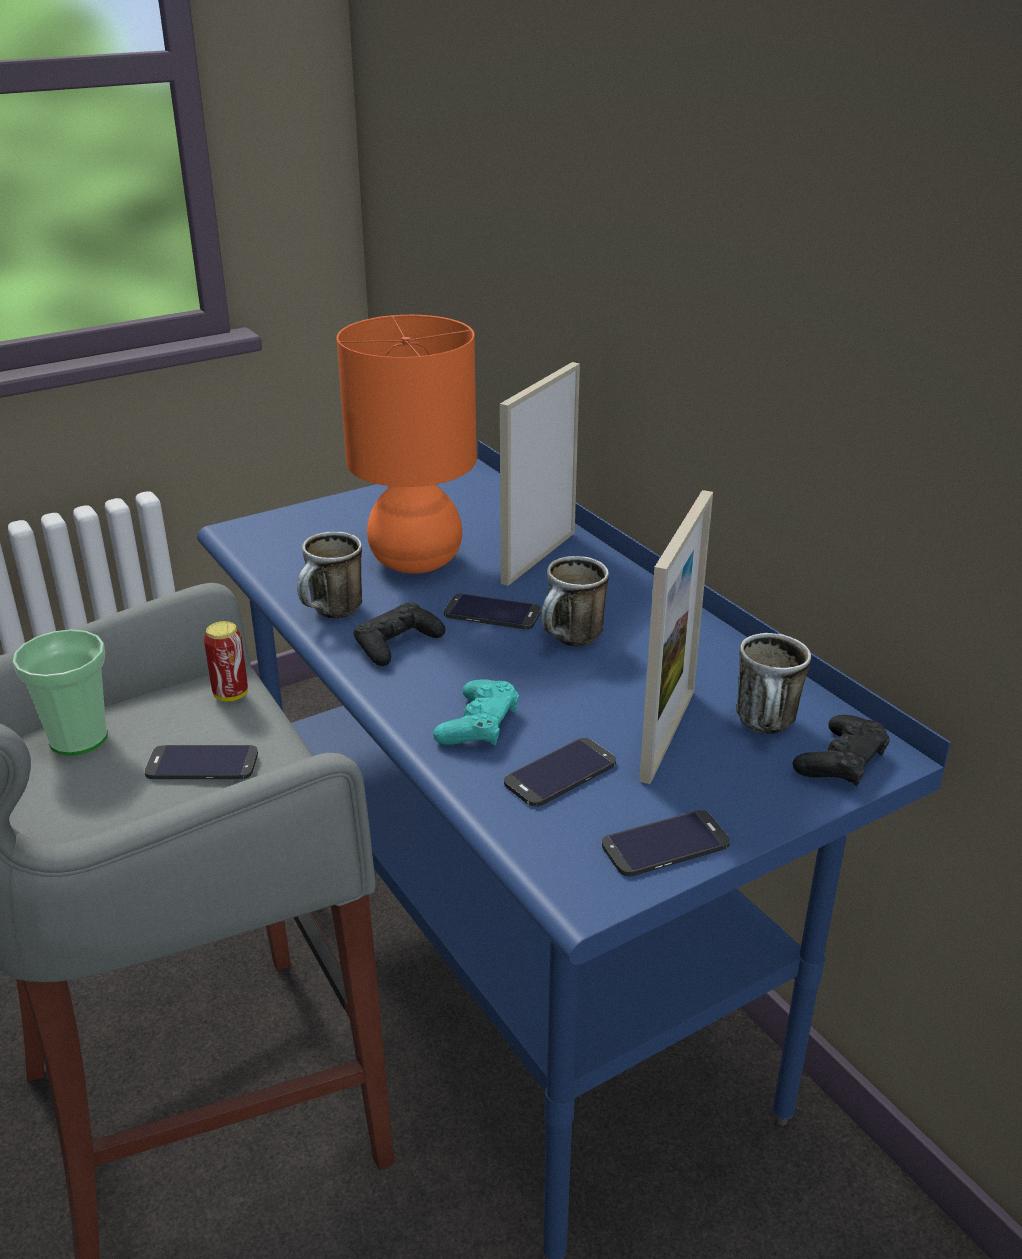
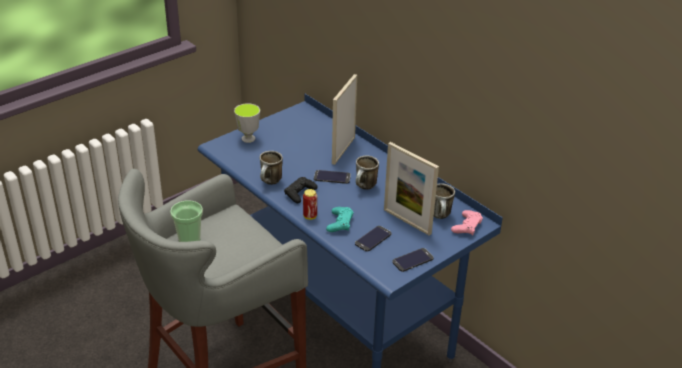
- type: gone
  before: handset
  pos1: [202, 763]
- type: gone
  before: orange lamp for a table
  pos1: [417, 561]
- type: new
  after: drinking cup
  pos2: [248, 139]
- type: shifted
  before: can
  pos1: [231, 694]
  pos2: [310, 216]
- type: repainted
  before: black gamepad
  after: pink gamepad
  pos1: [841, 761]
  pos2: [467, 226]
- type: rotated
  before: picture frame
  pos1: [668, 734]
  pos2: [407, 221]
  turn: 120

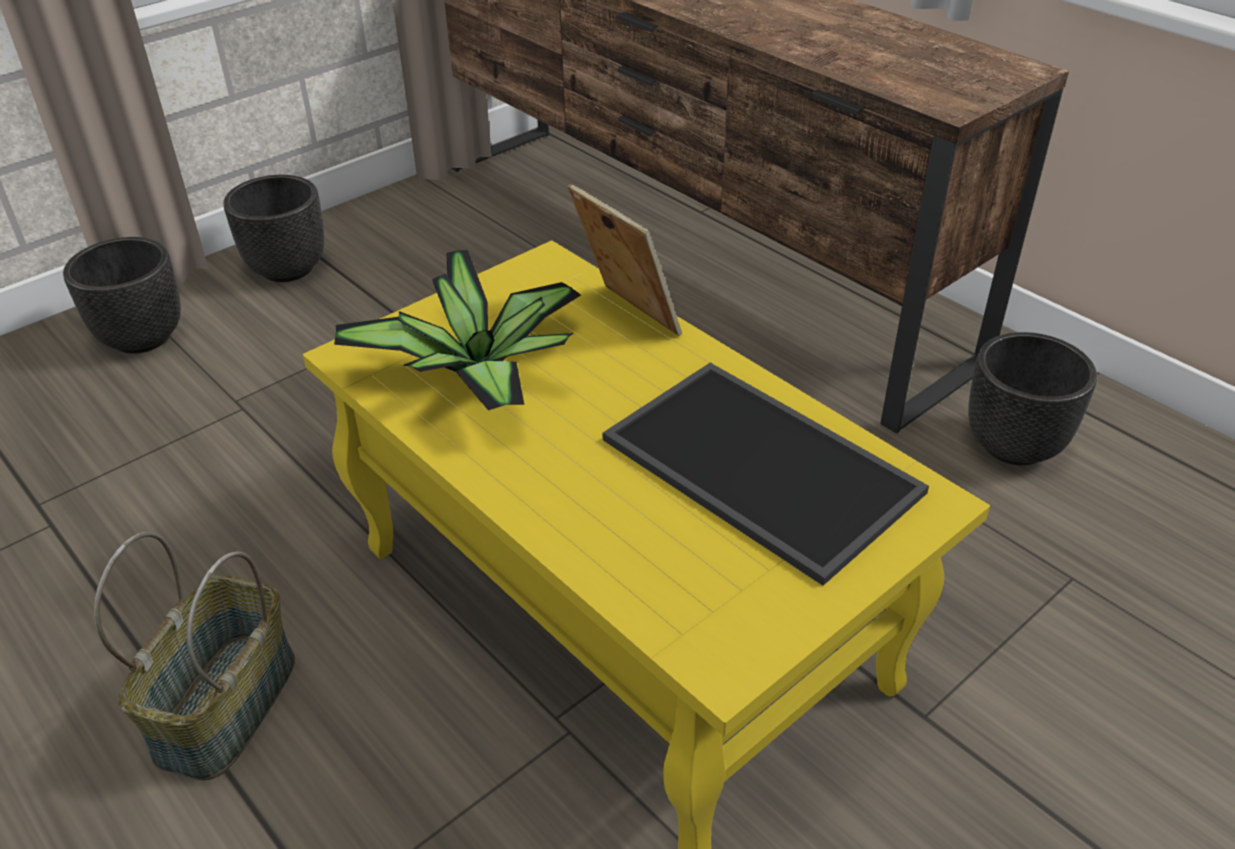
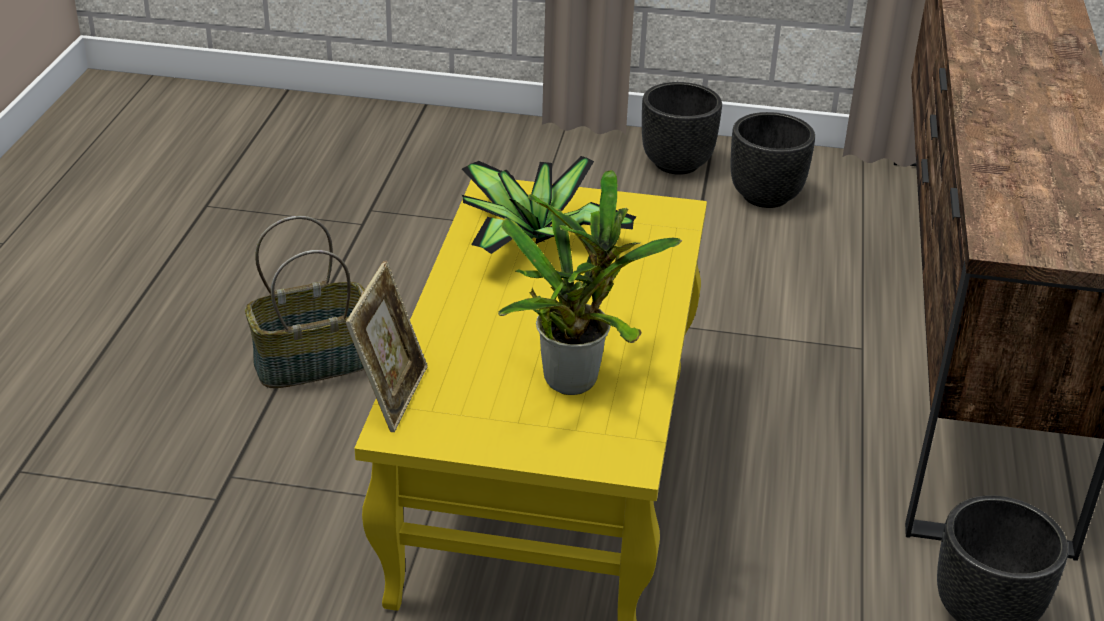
- type: shifted
  before: black plant pot
  pos1: [142, 338]
  pos2: [765, 197]
- type: shifted
  before: picture frame
  pos1: [625, 317]
  pos2: [391, 395]
- type: swapped
  before: carrying tray
  after: plant in a pot
  pos1: [754, 467]
  pos2: [575, 377]

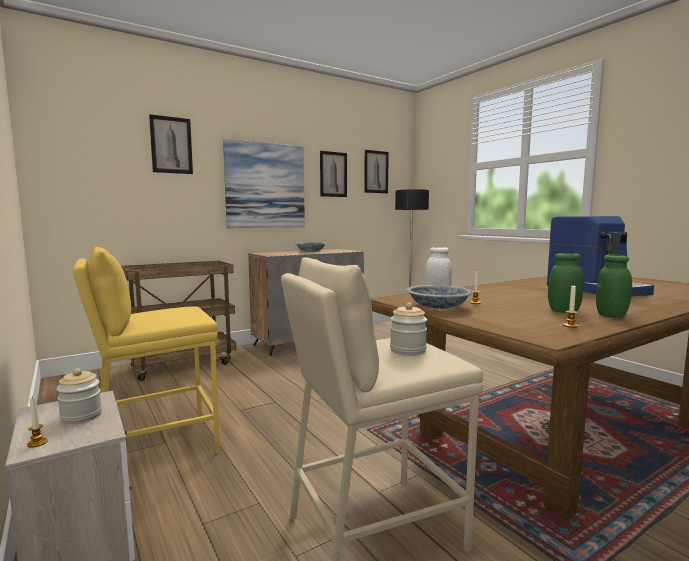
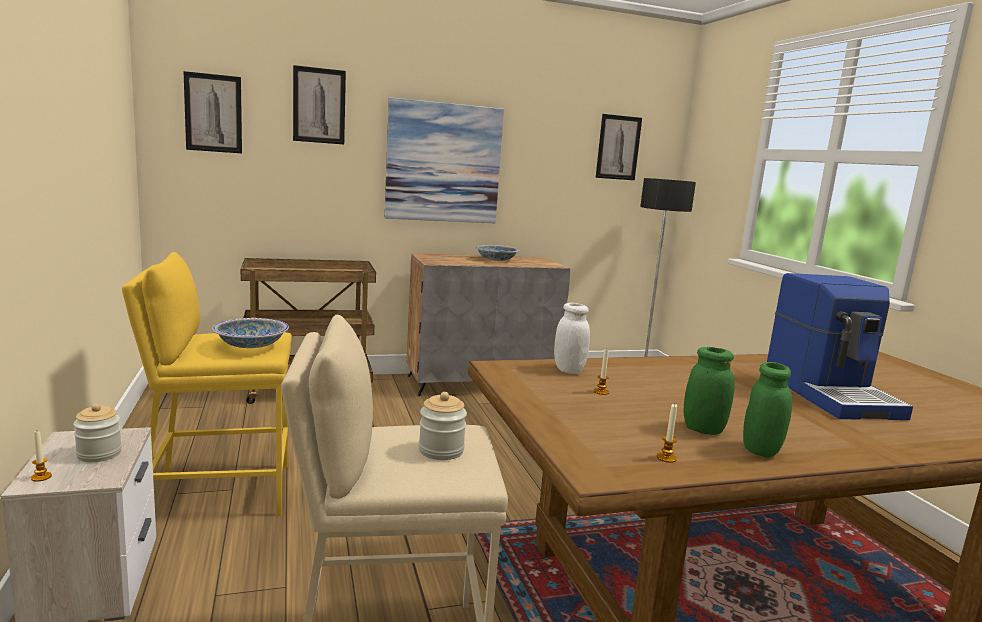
- type: shifted
  before: wall picture
  pos1: [333, 174]
  pos2: [213, 113]
- type: shifted
  before: deep dish
  pos1: [438, 307]
  pos2: [251, 345]

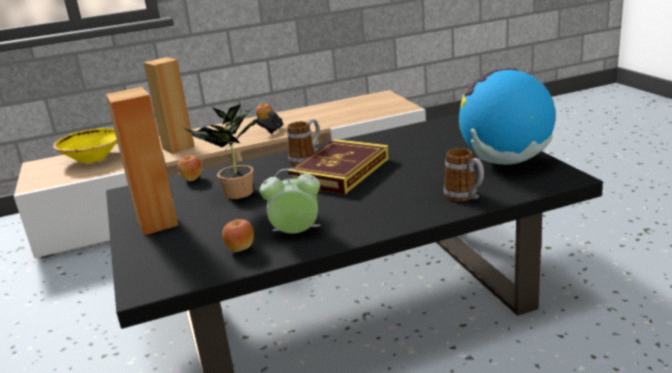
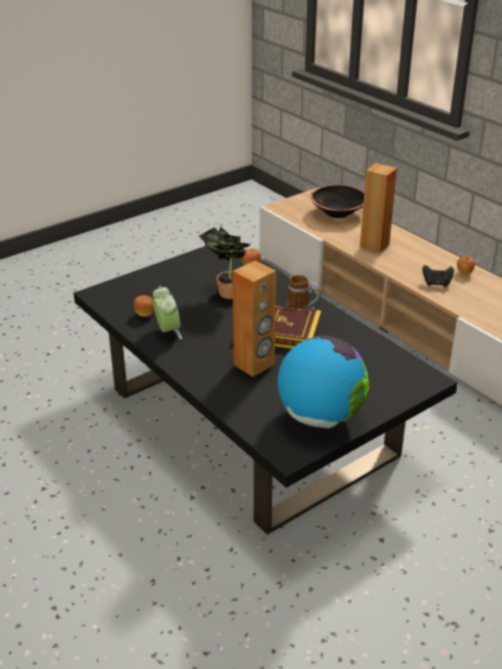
- type: gone
  before: tea mug
  pos1: [465, 197]
- type: shifted
  before: brownish audio speaker
  pos1: [158, 223]
  pos2: [254, 365]
- type: repainted
  before: yellow-coloured deep dish
  after: black deep dish
  pos1: [93, 158]
  pos2: [337, 213]

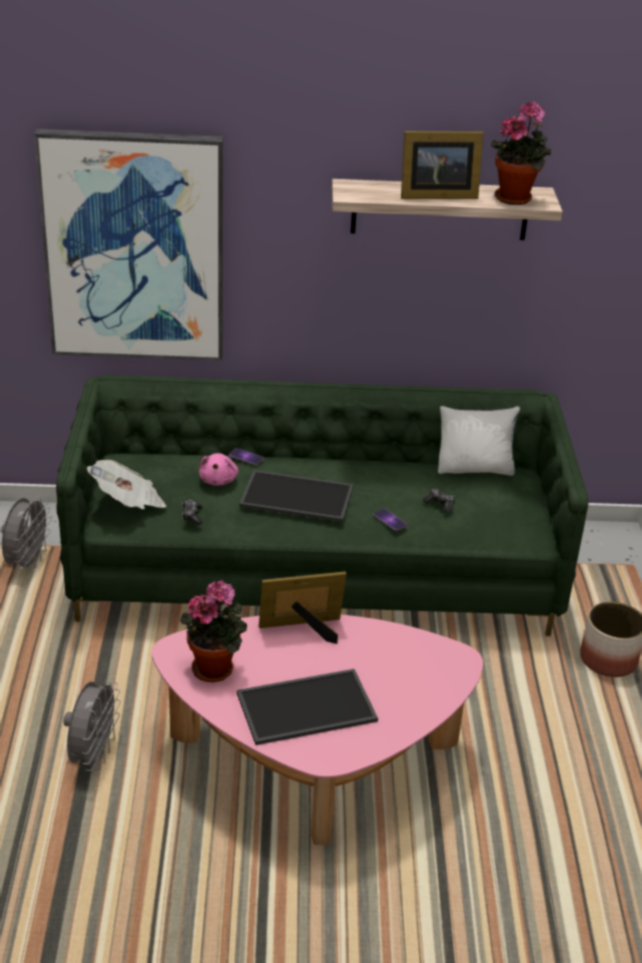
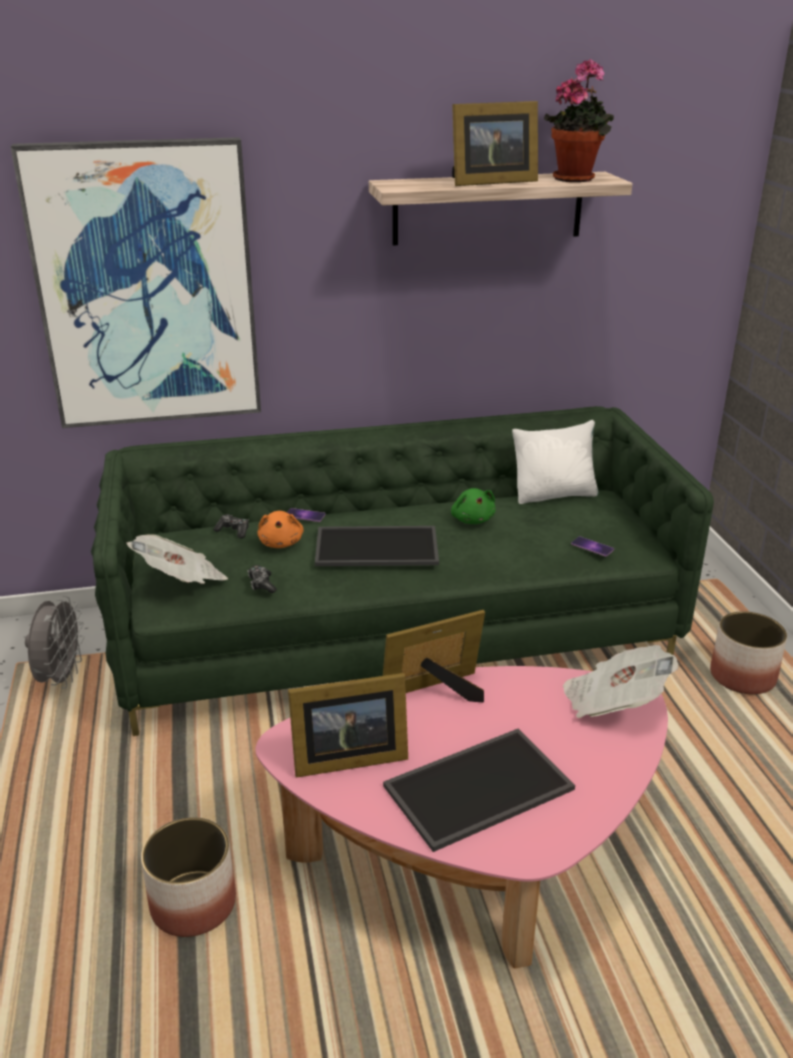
- type: new
  after: green-coloured soft toy
  pos2: [472, 519]
- type: new
  after: newspaper
  pos2: [613, 703]
- type: shifted
  before: handset
  pos1: [390, 520]
  pos2: [592, 546]
- type: shifted
  before: gamepad
  pos1: [440, 504]
  pos2: [233, 531]
- type: swapped
  before: grey cooling fan
  after: plant pot
  pos1: [93, 755]
  pos2: [193, 903]
- type: swapped
  before: plant in a pot
  after: picture frame
  pos1: [216, 668]
  pos2: [345, 758]
- type: repainted
  before: pink soft toy
  after: orange soft toy
  pos1: [218, 480]
  pos2: [281, 543]

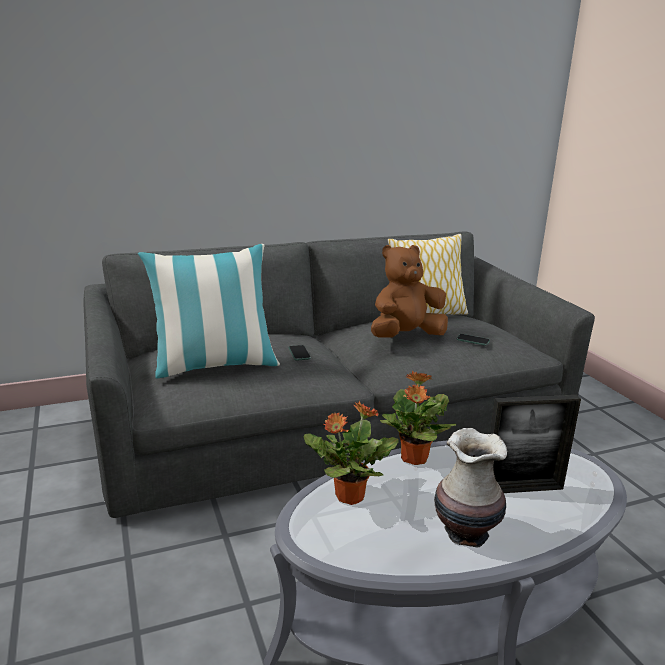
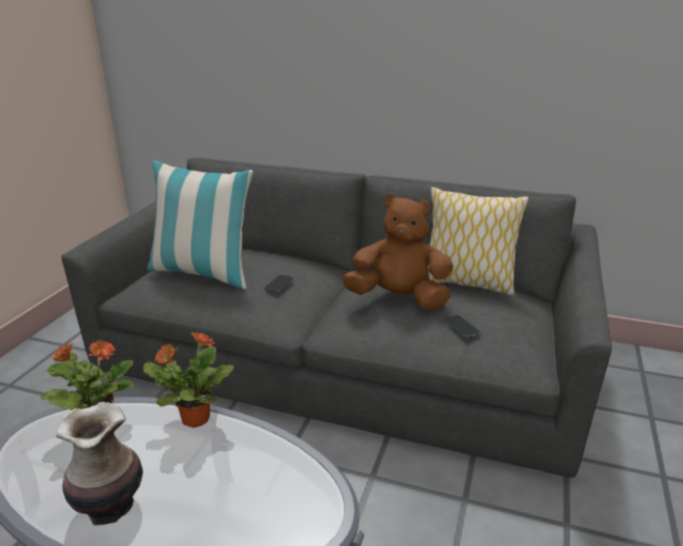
- type: gone
  before: picture frame
  pos1: [522, 489]

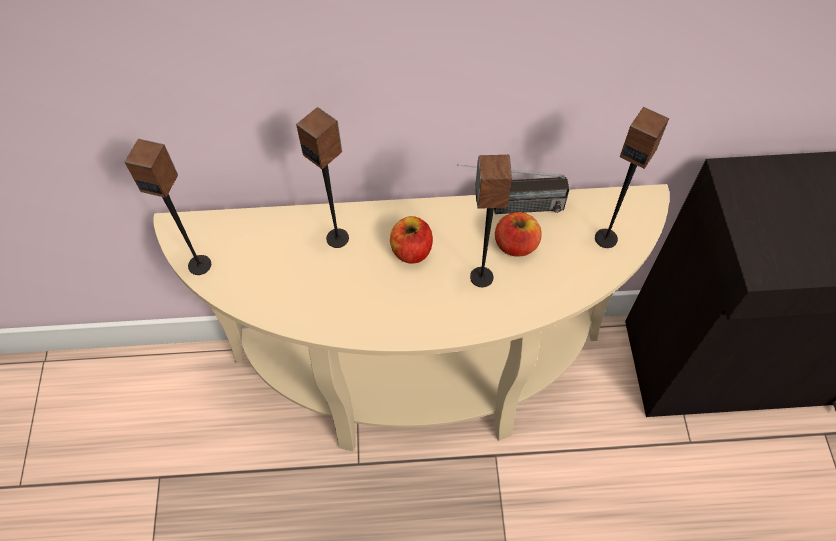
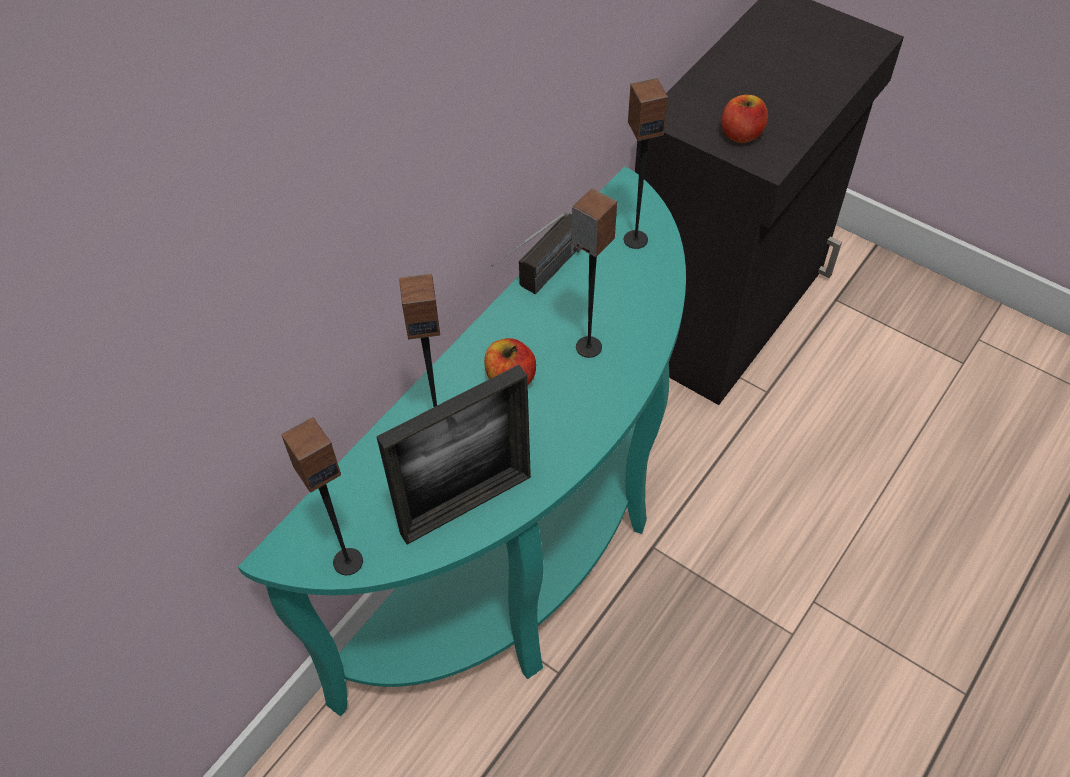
- type: new
  after: picture frame
  pos2: [466, 505]
- type: shifted
  before: apple
  pos1: [515, 244]
  pos2: [741, 134]
- type: repainted
  before: sand-coloured hall table
  after: blue-green hall table
  pos1: [419, 386]
  pos2: [529, 559]

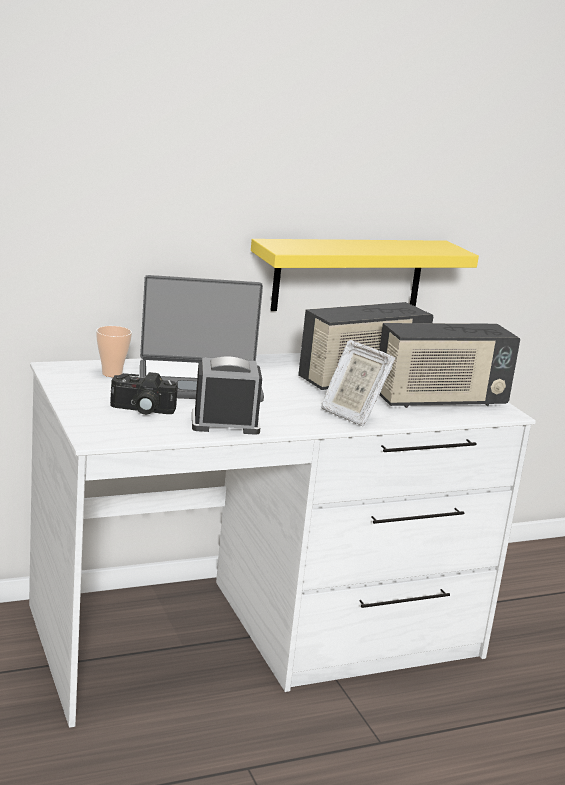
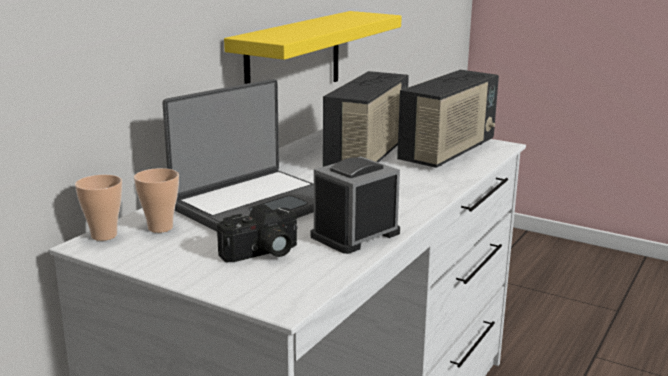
- type: gone
  before: picture frame
  pos1: [351, 414]
- type: new
  after: drinking cup
  pos2: [104, 235]

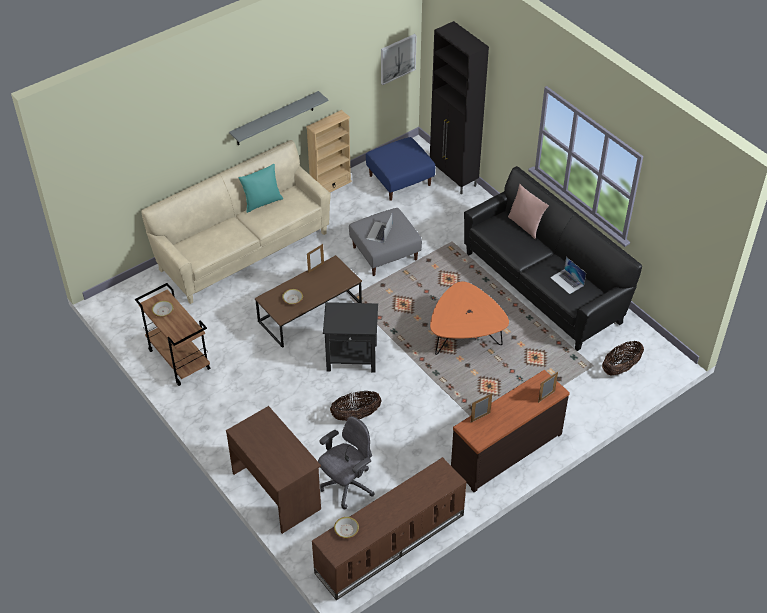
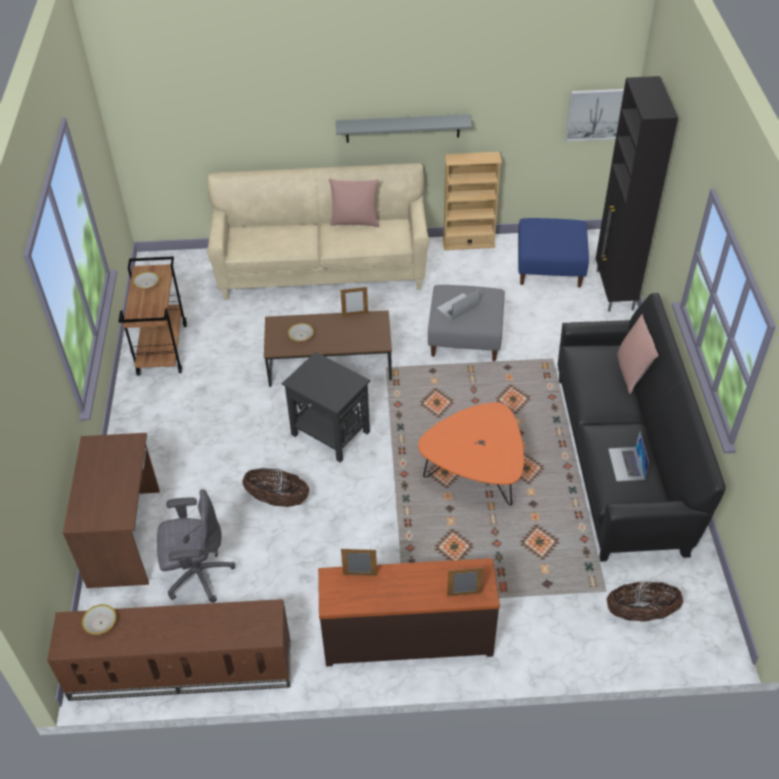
- type: repainted
  before: blue-green pillow
  after: pink pillow
  pos1: [262, 202]
  pos2: [355, 221]

